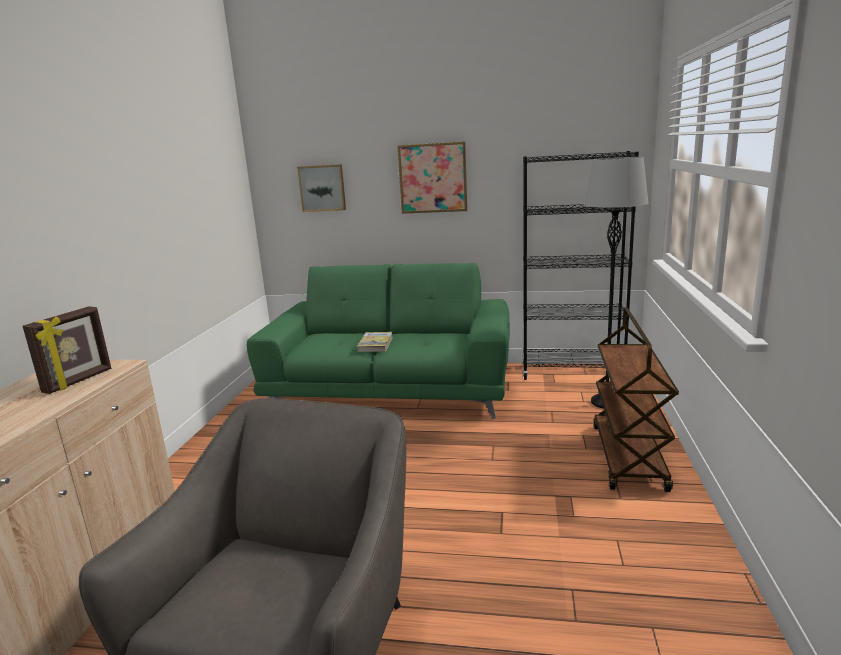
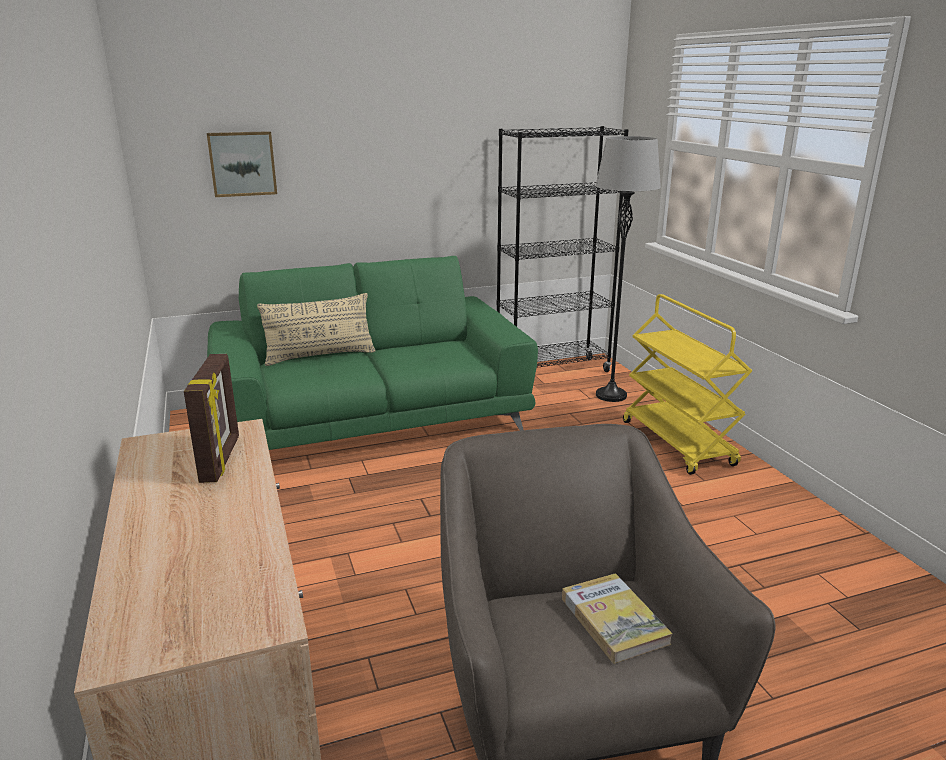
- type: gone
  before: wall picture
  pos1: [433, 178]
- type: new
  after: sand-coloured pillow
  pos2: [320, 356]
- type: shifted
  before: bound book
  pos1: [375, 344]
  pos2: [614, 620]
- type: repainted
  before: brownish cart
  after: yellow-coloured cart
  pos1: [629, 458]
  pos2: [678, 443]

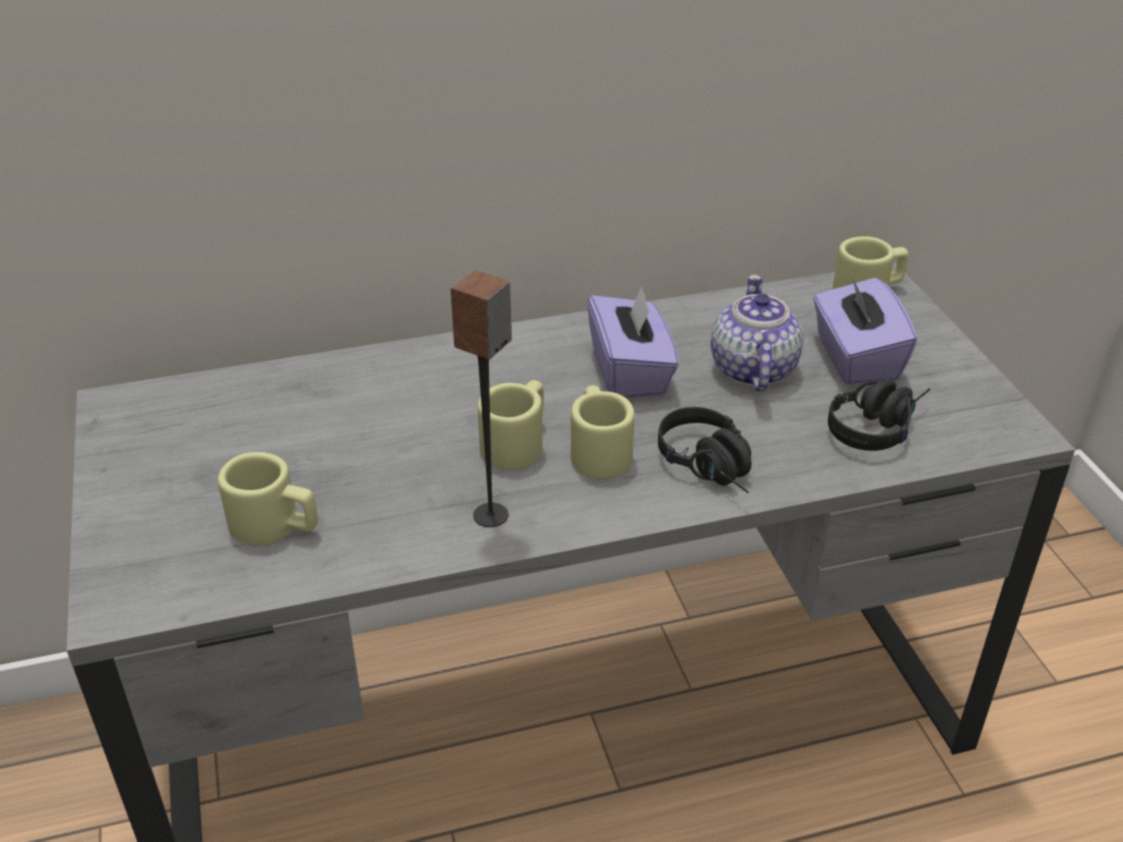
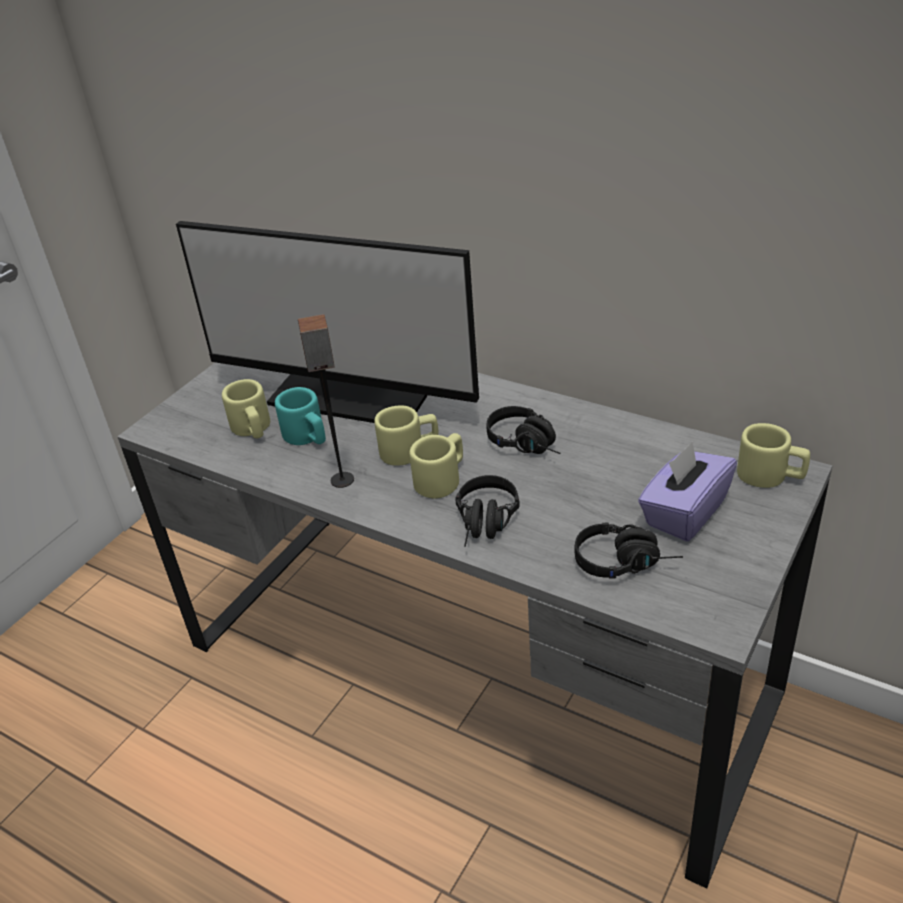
- type: gone
  before: tea pot
  pos1: [752, 370]
- type: new
  after: computer screen
  pos2: [352, 393]
- type: new
  after: blue-green tea mug
  pos2: [307, 436]
- type: swapped
  before: purplish tissue holder
  after: black headset
  pos1: [630, 372]
  pos2: [528, 444]

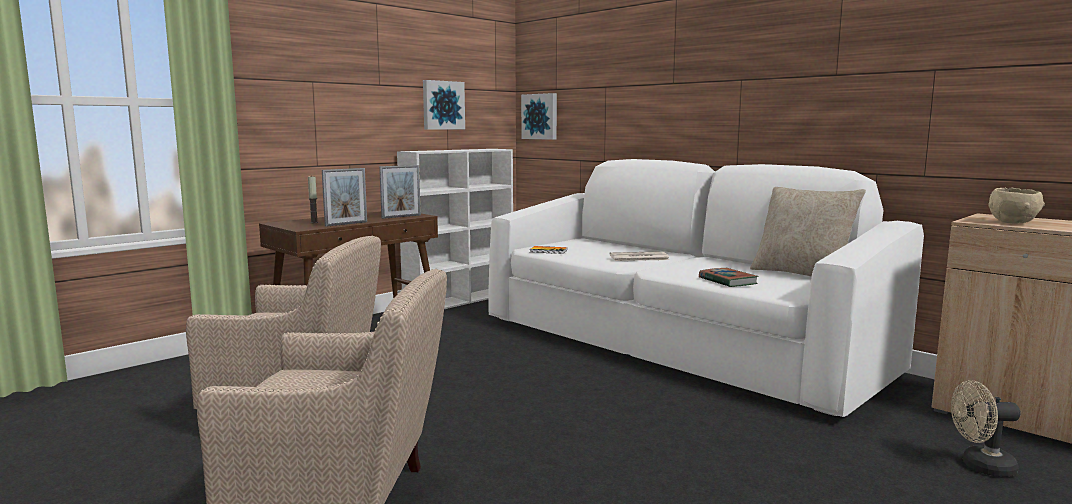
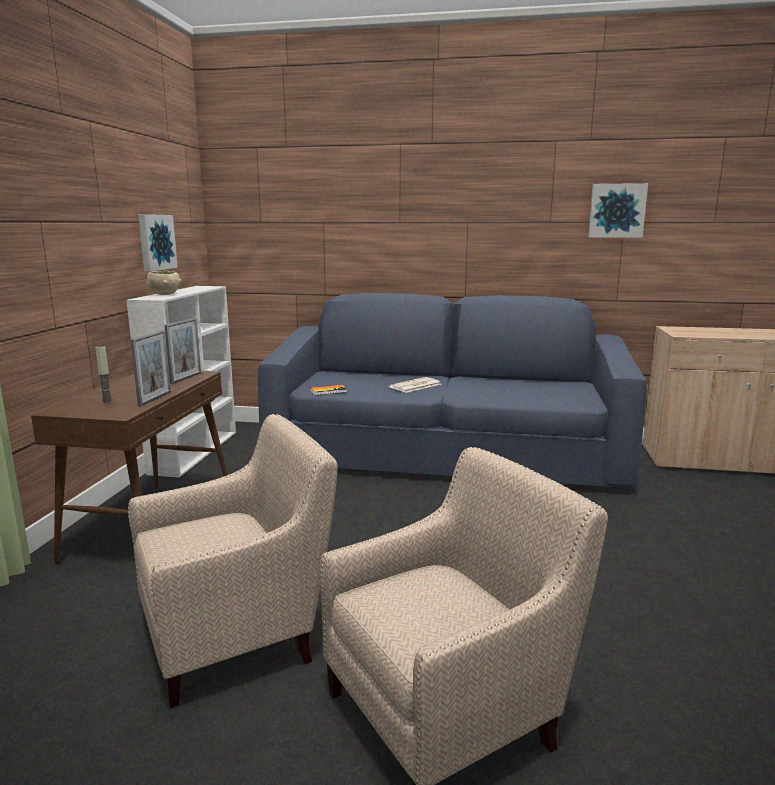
- type: gone
  before: bound book
  pos1: [727, 281]
- type: gone
  before: sand-coloured pillow
  pos1: [802, 274]
- type: gone
  before: sand-coloured cooling fan
  pos1: [981, 467]
- type: shifted
  before: wall picture
  pos1: [540, 116]
  pos2: [616, 211]
- type: shifted
  before: sand-coloured deep dish
  pos1: [1012, 223]
  pos2: [164, 294]
- type: repainted
  before: whitish couch
  after: blue couch
  pos1: [673, 345]
  pos2: [445, 456]

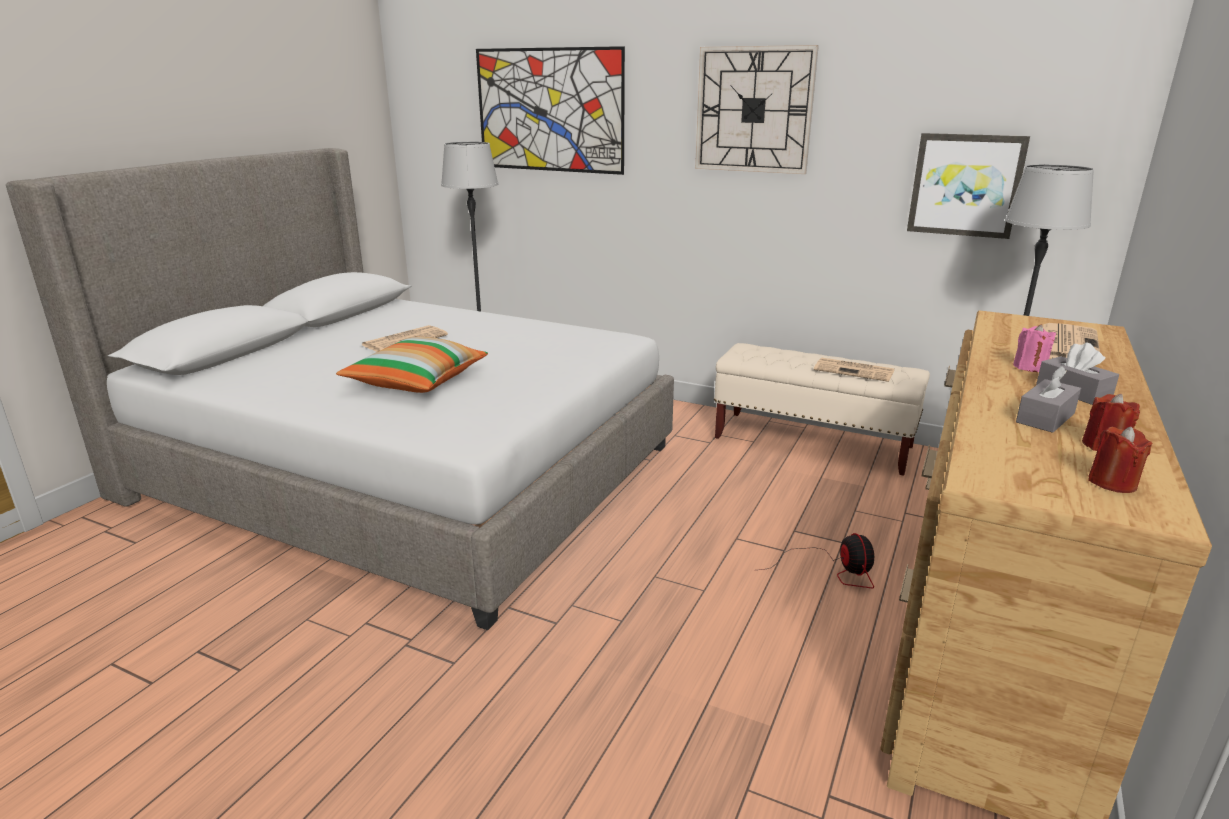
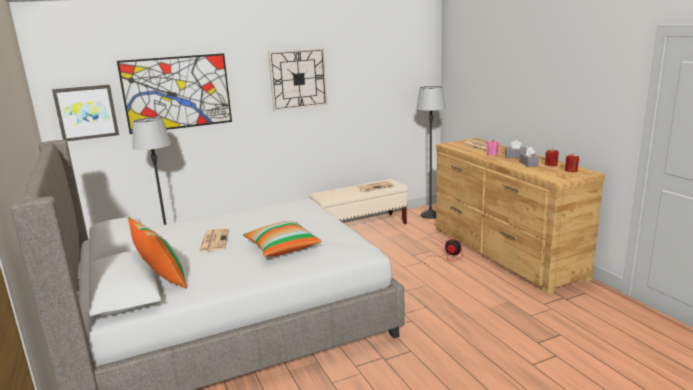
- type: new
  after: pillow
  pos2: [162, 280]
- type: shifted
  before: wall picture
  pos1: [965, 185]
  pos2: [86, 112]

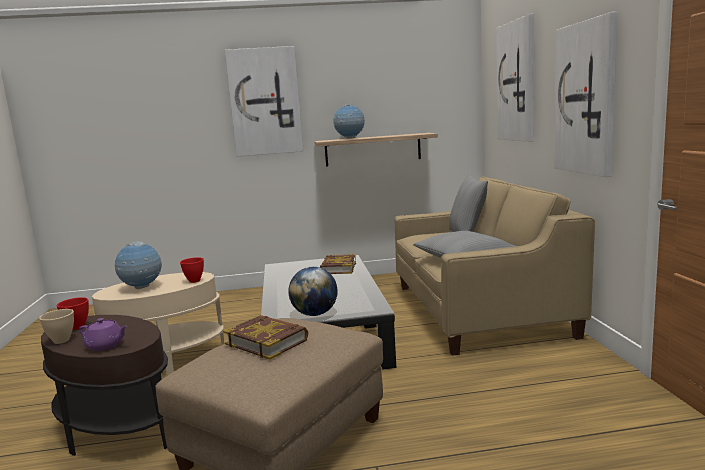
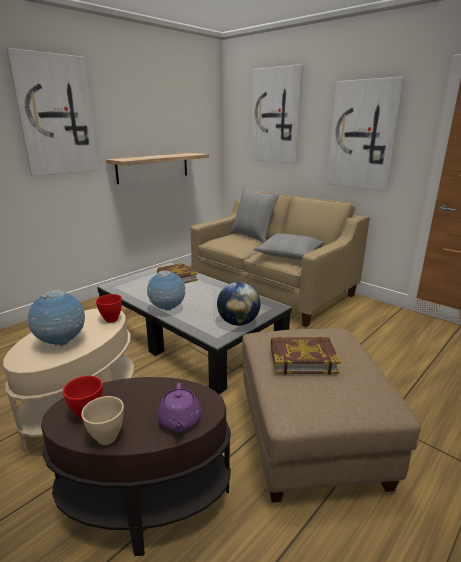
- type: shifted
  before: globe
  pos1: [350, 138]
  pos2: [167, 309]
- type: rotated
  before: purplish tea pot
  pos1: [106, 345]
  pos2: [180, 421]
  turn: 105

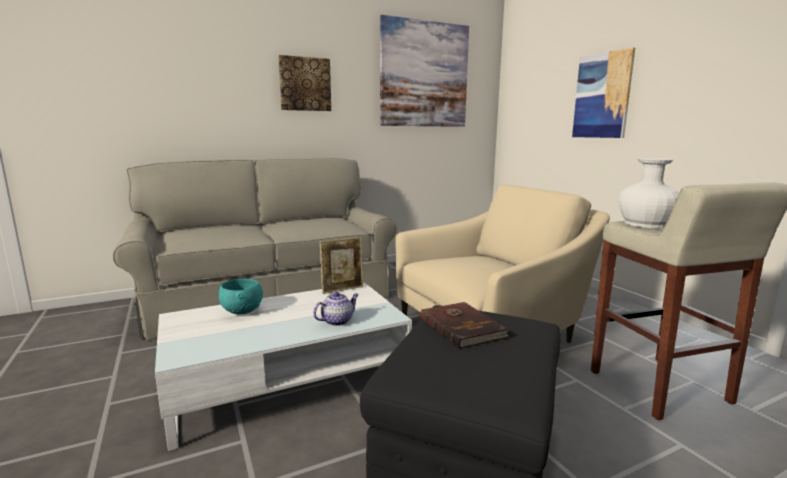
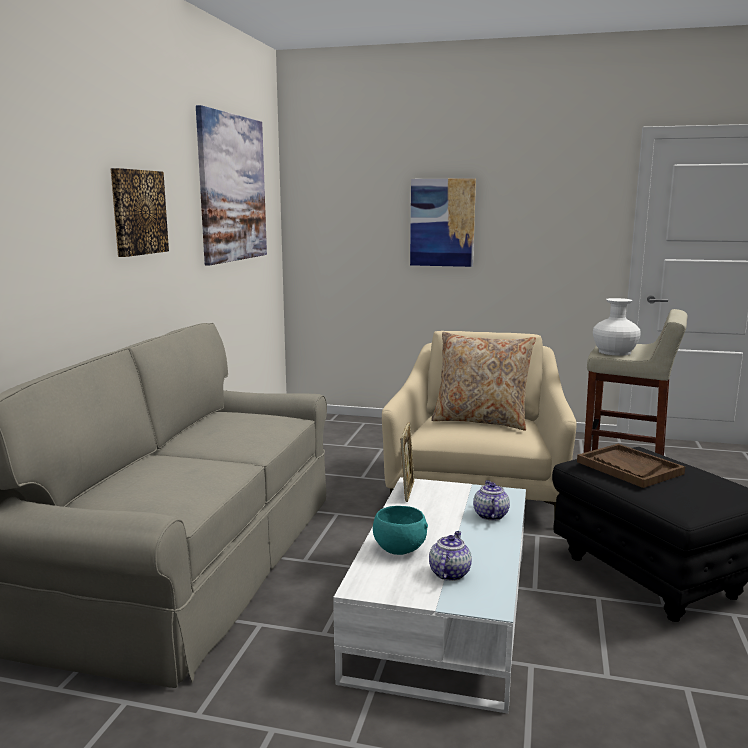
- type: new
  after: tea pot
  pos2: [449, 573]
- type: new
  after: sand-coloured pillow
  pos2: [481, 421]
- type: swapped
  before: brownish bound book
  after: brownish carrying tray
  pos1: [462, 327]
  pos2: [629, 468]

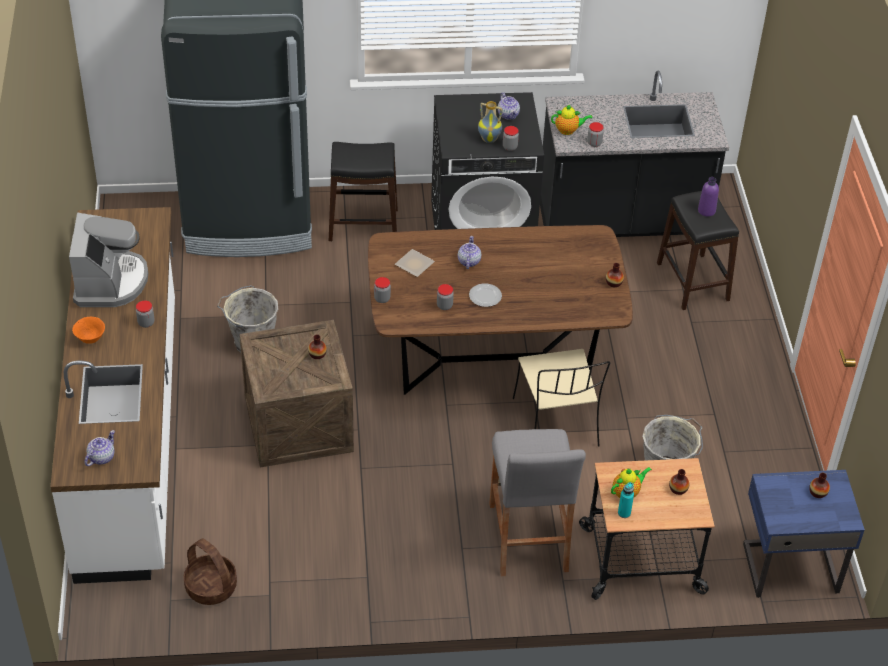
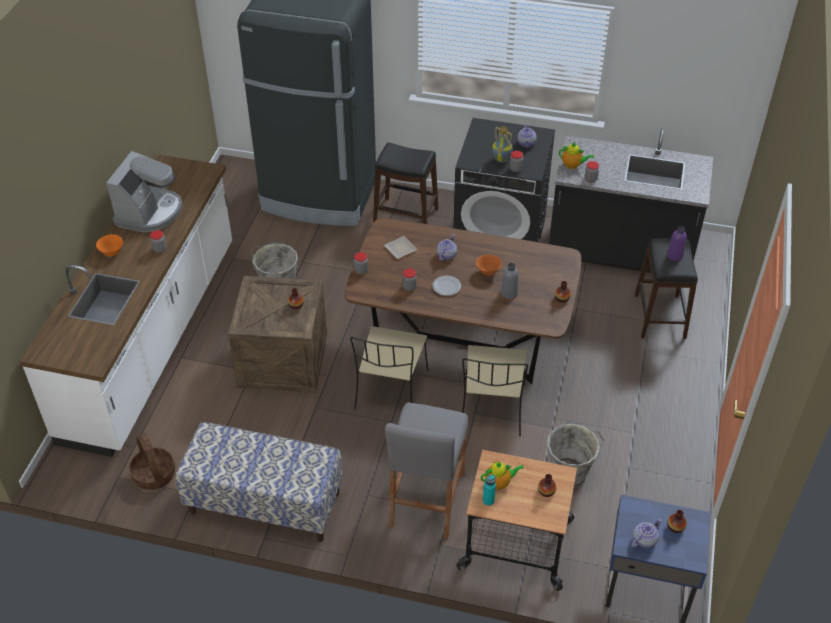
- type: new
  after: long seat
  pos2: [264, 503]
- type: new
  after: sand-coloured upright chair
  pos2: [391, 391]
- type: new
  after: orange deep dish
  pos2: [488, 272]
- type: new
  after: grey drink bottle
  pos2: [509, 293]
- type: shifted
  before: tea pot
  pos1: [101, 457]
  pos2: [644, 540]

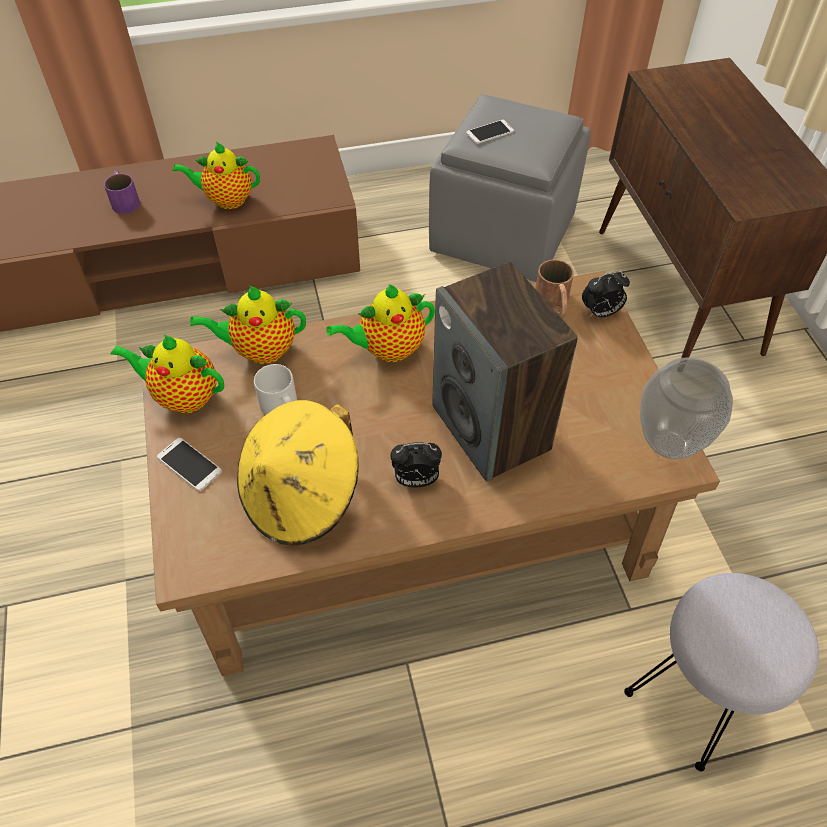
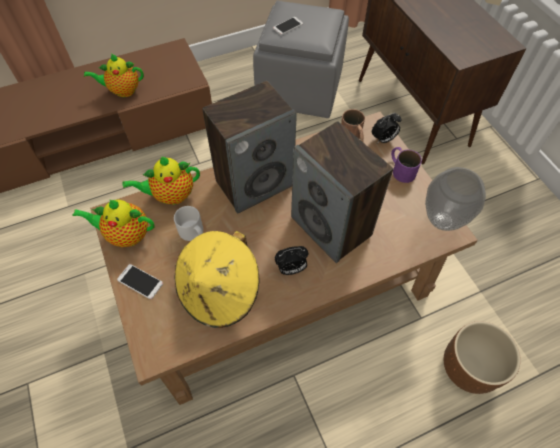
- type: shifted
  before: purplish tea mug
  pos1: [125, 200]
  pos2: [400, 169]
- type: swapped
  before: tea pot
  after: audio speaker
  pos1: [388, 349]
  pos2: [254, 183]
- type: swapped
  before: grey stool
  after: brownish plant pot
  pos1: [694, 701]
  pos2: [468, 368]

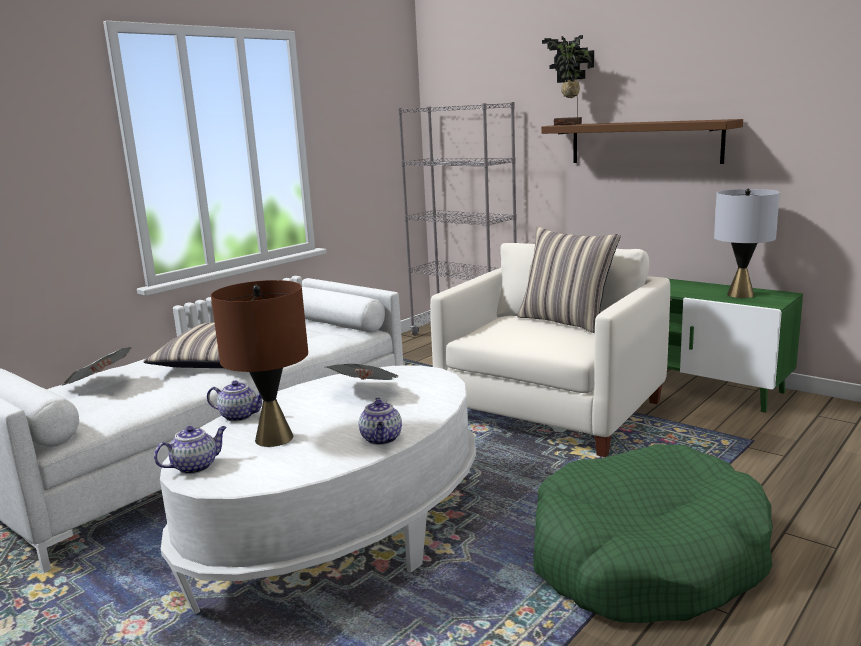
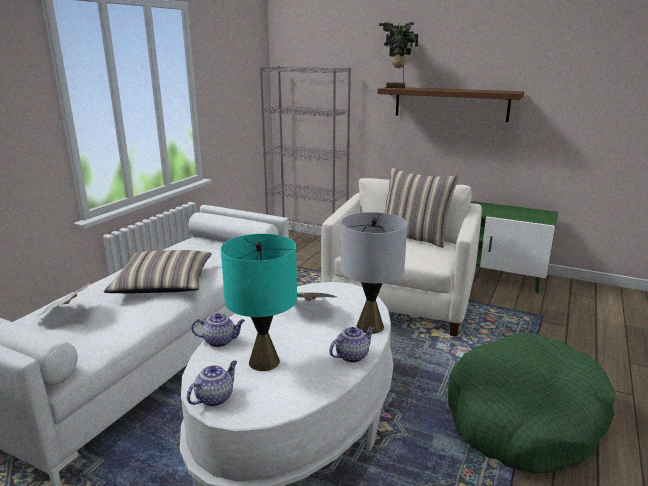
- type: shifted
  before: grey lamp for a table
  pos1: [740, 295]
  pos2: [369, 326]
- type: repainted
  before: brownish lamp for a table
  after: blue-green lamp for a table
  pos1: [274, 438]
  pos2: [264, 362]
- type: rotated
  before: tea pot
  pos1: [382, 439]
  pos2: [352, 356]
  turn: -105

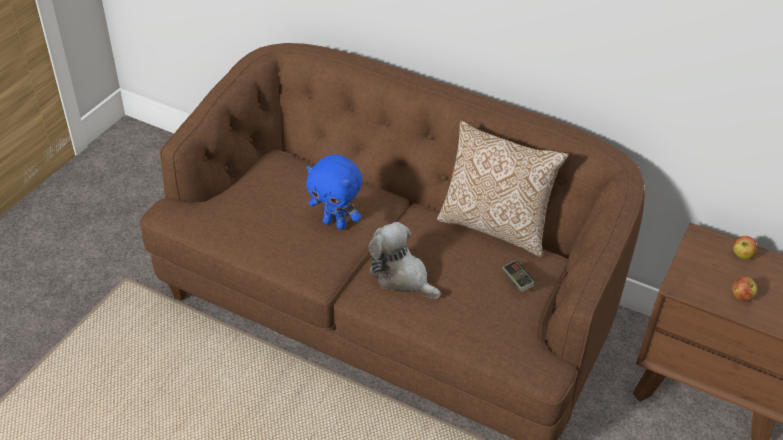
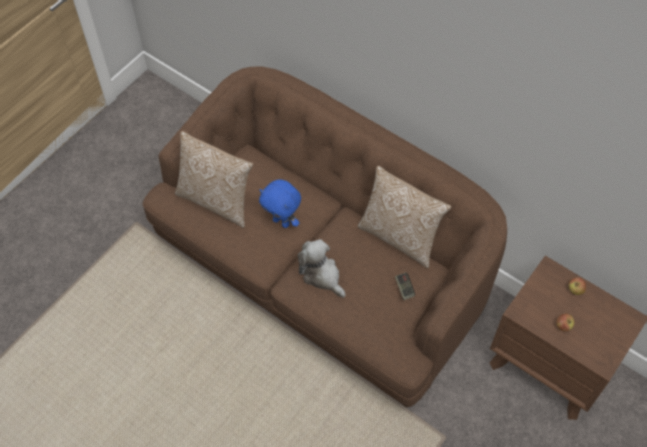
- type: new
  after: pillow
  pos2: [216, 200]

